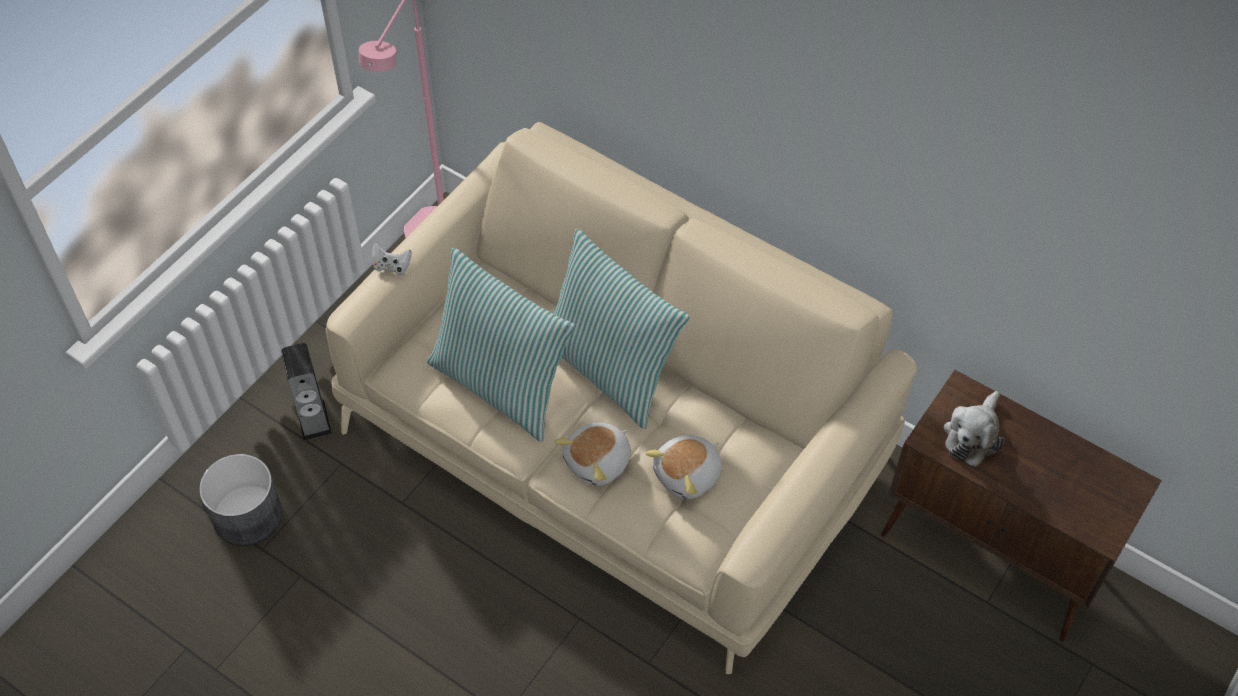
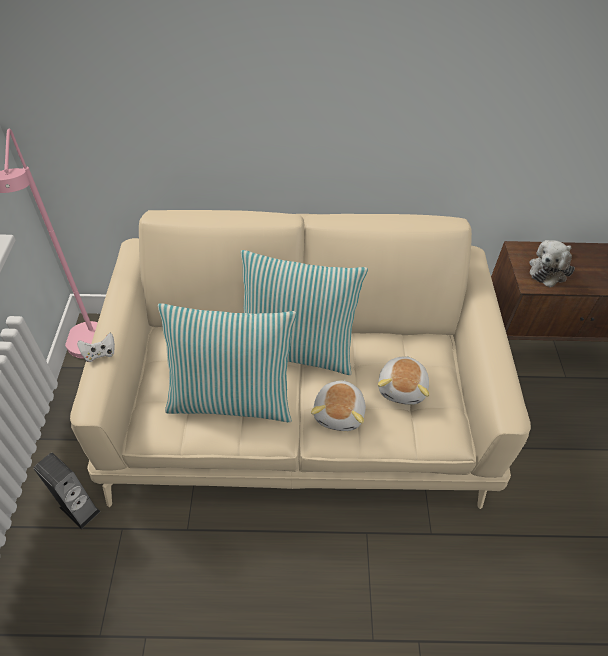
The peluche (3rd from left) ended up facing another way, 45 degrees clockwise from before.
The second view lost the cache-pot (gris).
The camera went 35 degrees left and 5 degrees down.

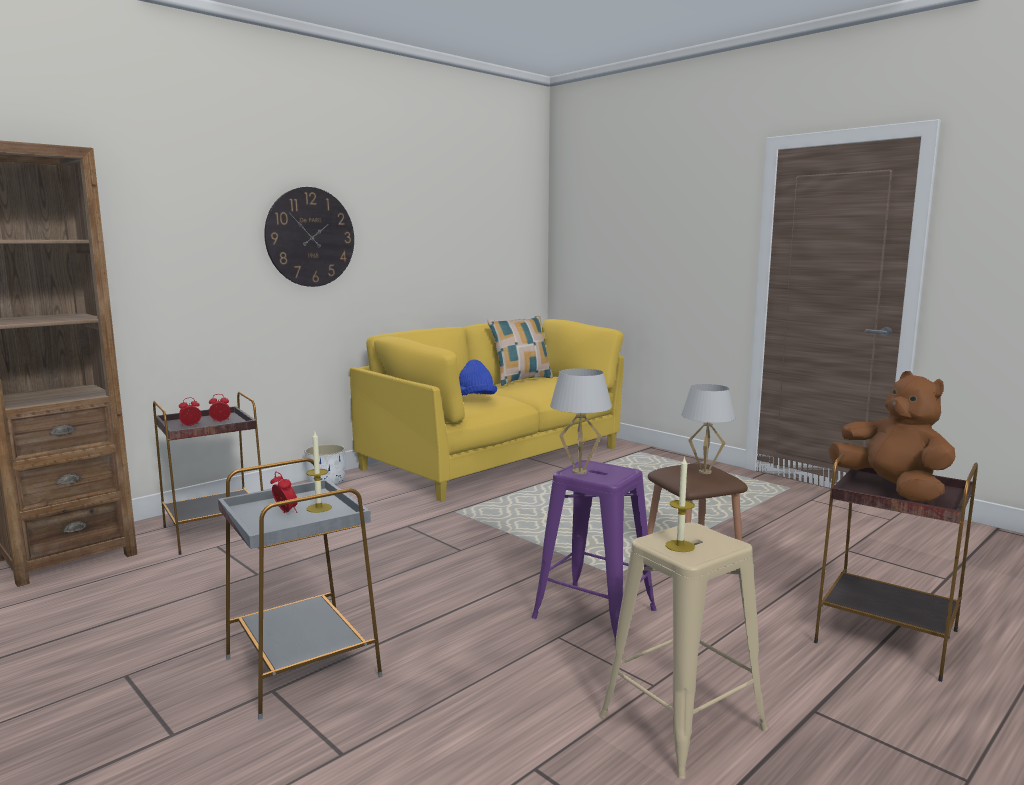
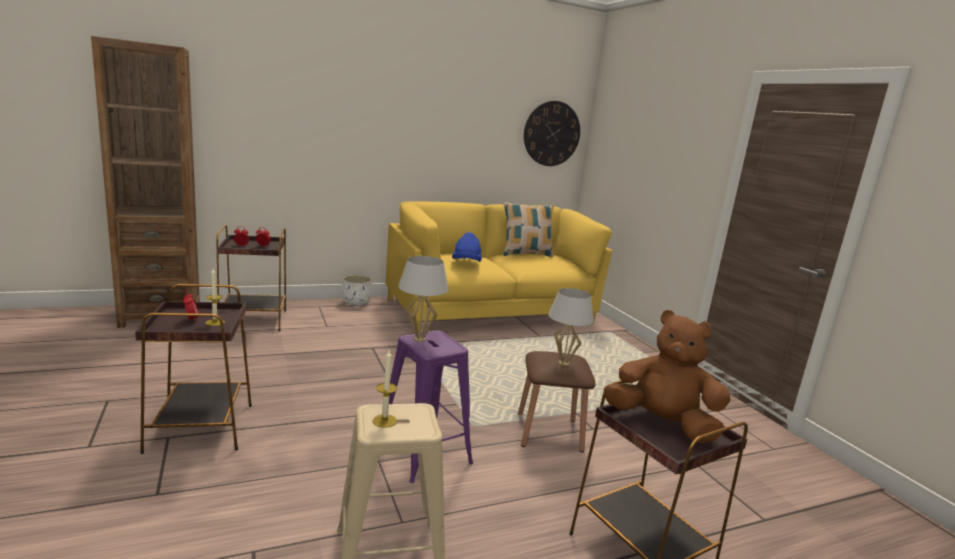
What was the table d'appoint (gris) turned into the table d'appoint (marron) (1st from left).
The horloge murale ended up elsewhere.
The peluche (marron) ended up facing another way, 60 degrees counterclockwise from before.
The camera went 20 degrees right and 5 degrees up.

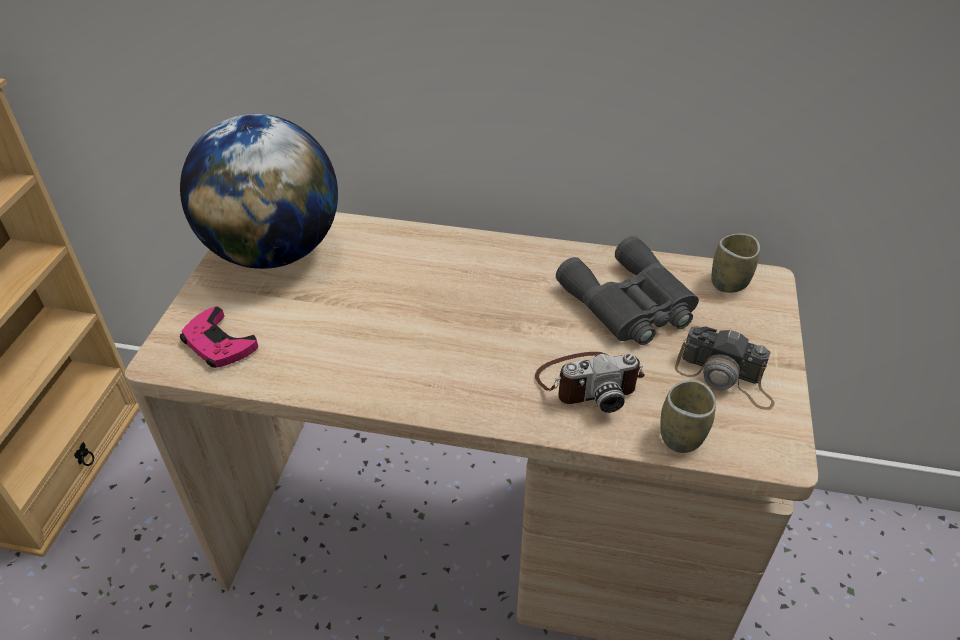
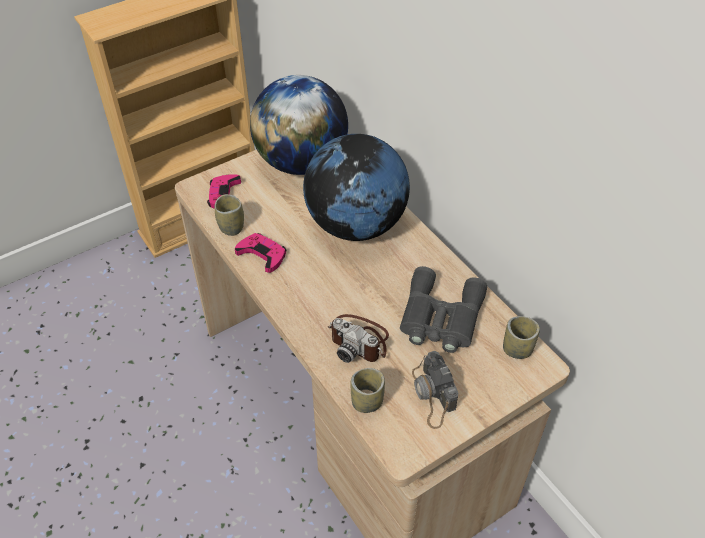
The second view gained the tasse (1st from left).
The second view gained the manette (rose) (2nd from left).
The second view gained the globe (2nd from left).
The camera went 45 degrees right and 5 degrees up.

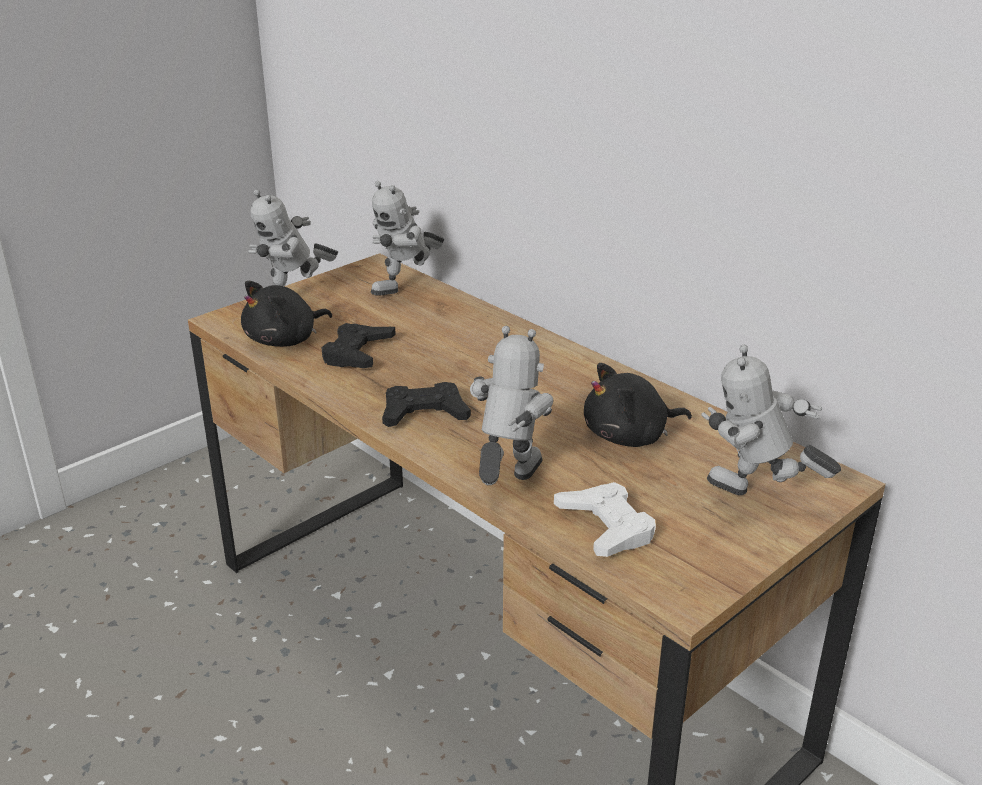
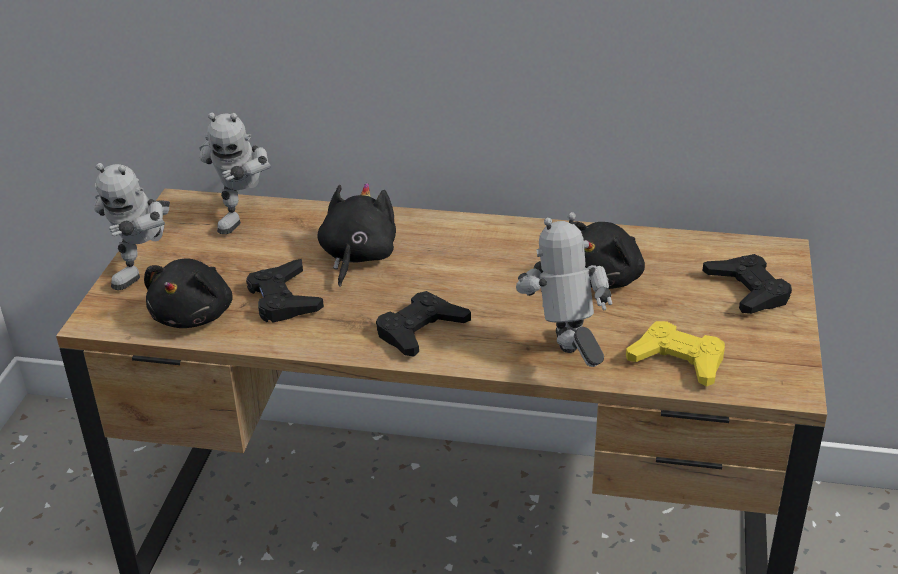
The second view gained the peluche (noir) (2nd from left).
What was the manette (blanc) turned into the manette (jaune).
Where the robot jouet (4th from left) stood, the manette (noir) (3rd from left) came to stand.
The camera went 35 degrees left and 5 degrees up.

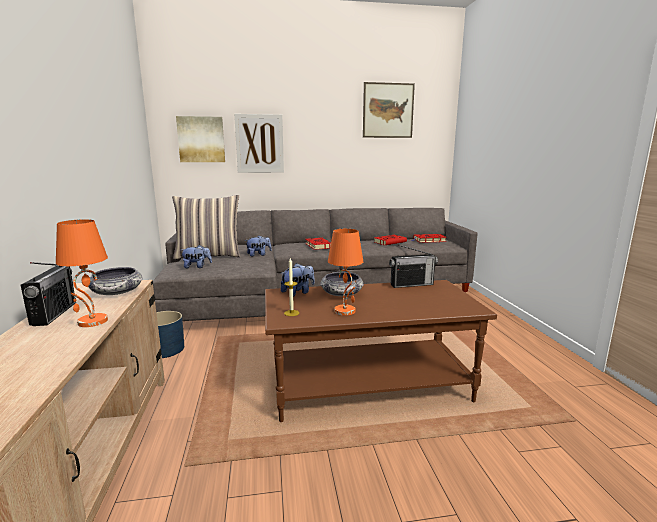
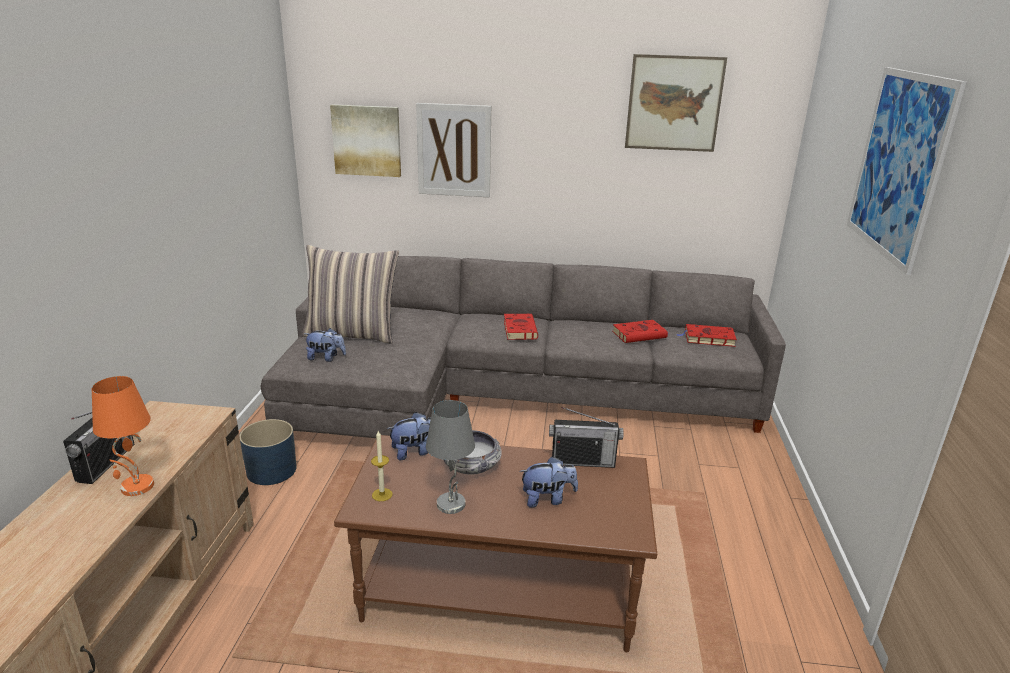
What was the lampe de table (orange) (2nd from left) turned into the lampe de table (gris).
The peluche (2nd from left in the first image) ended up elsewhere.
The second view gained the tableau (4th from left).
The second view lost the bol (1st from left).
The camera went 15 degrees right and 10 degrees up.

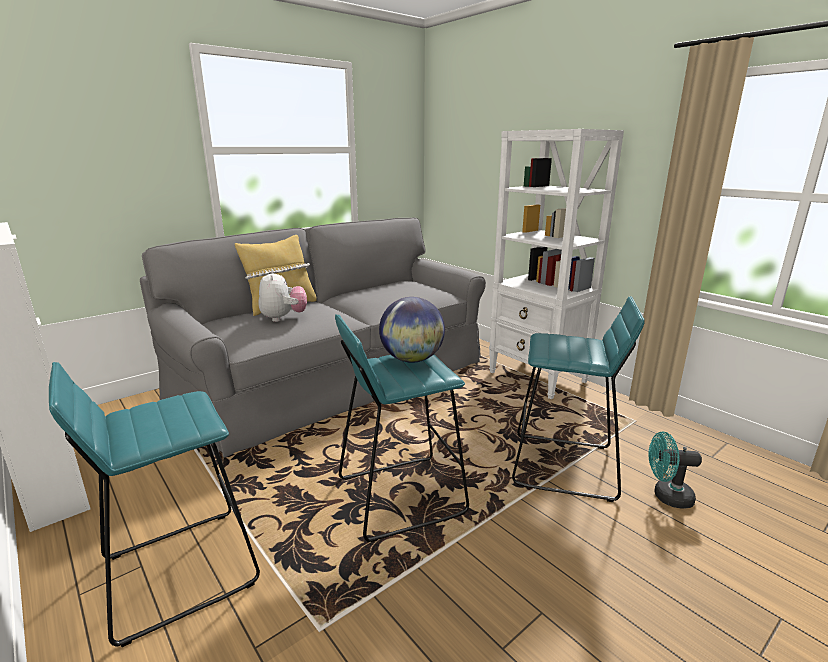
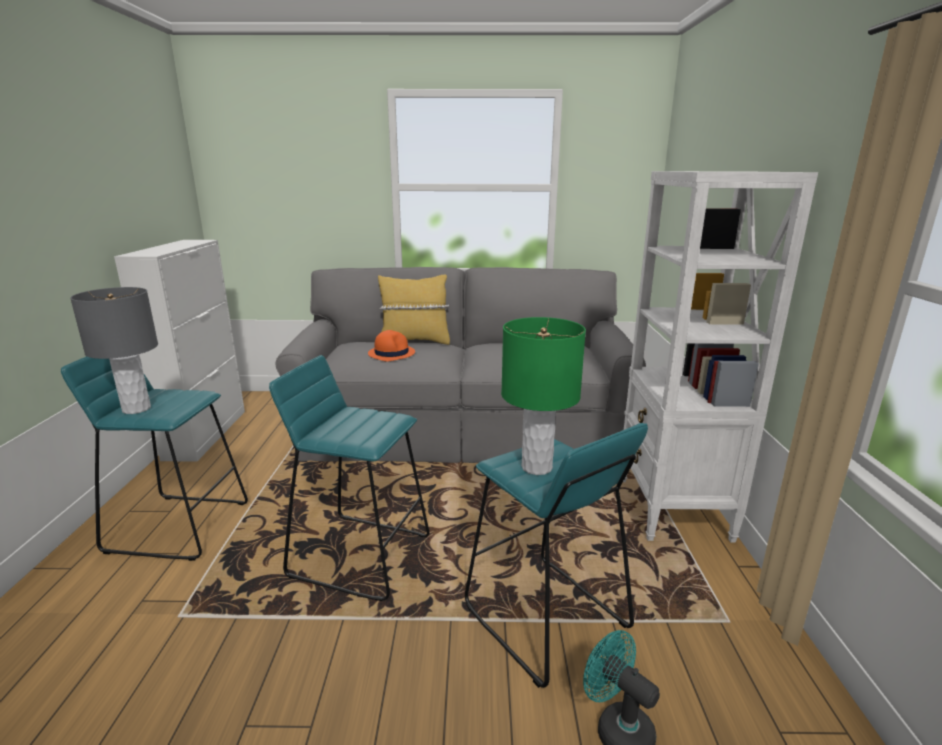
The second view gained the lampe de table (gris).
Where the peluche stood, the chapeau (orange) came to stand.
The second view gained the lampe de table (vert).
The second view lost the globe.
The camera went 40 degrees right and 0 degrees up.

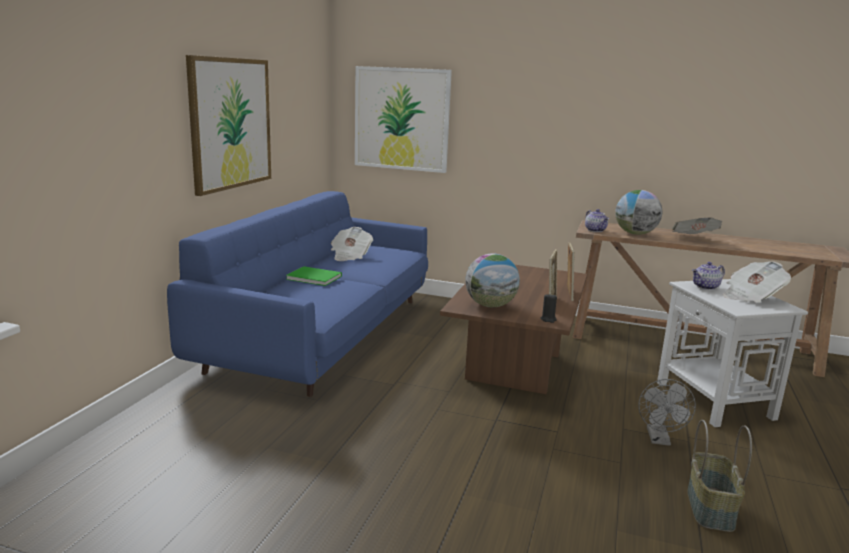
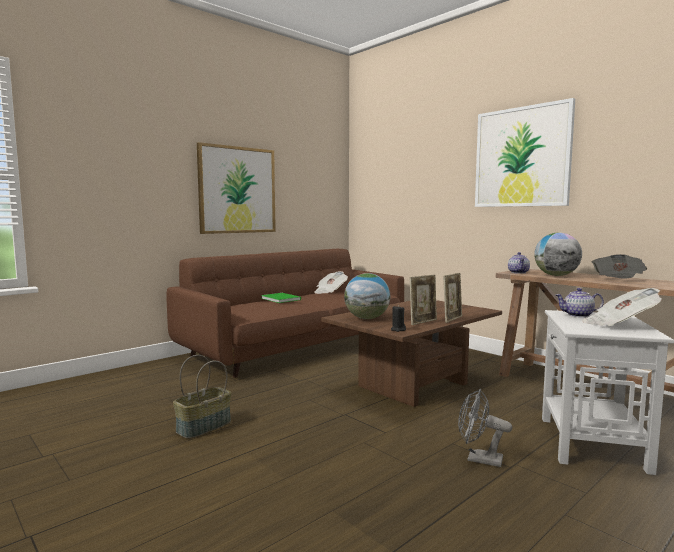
What was the canapé (bleu) turned into the canapé (marron).
The panier ended up elsewhere.
The ventilateur (gris) ended up facing another way, 75 degrees clockwise from before.
The tableau (2nd from left) ended up elsewhere.
The camera went 30 degrees right and 10 degrees down.

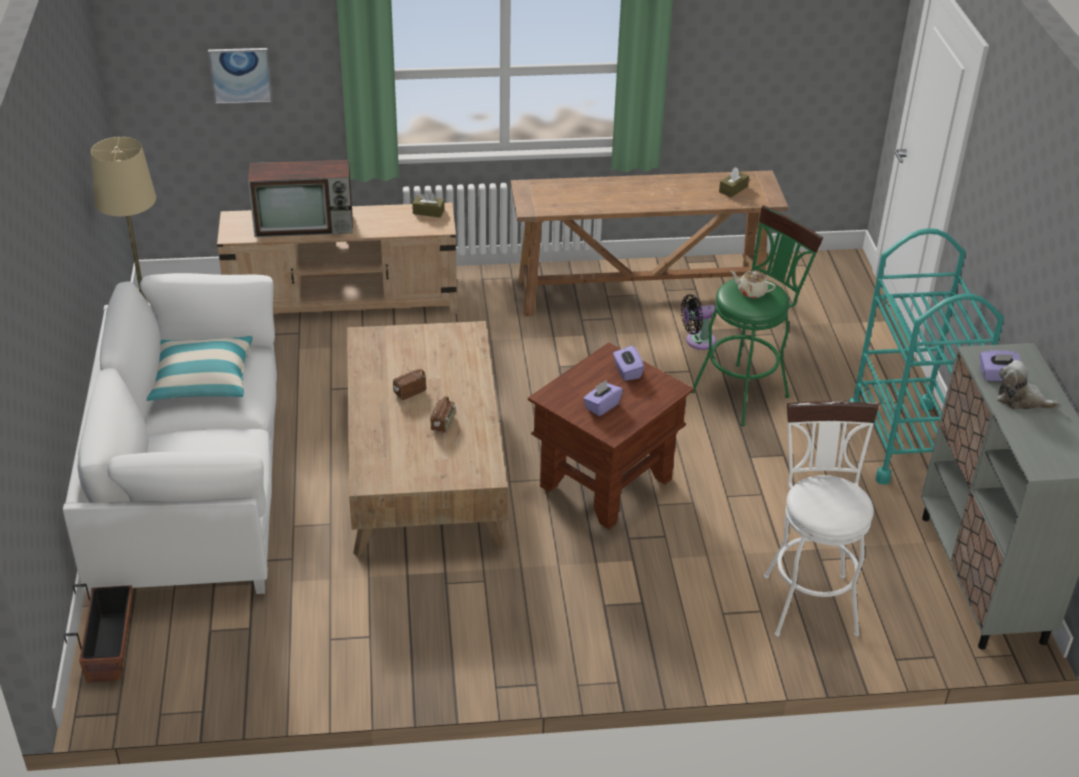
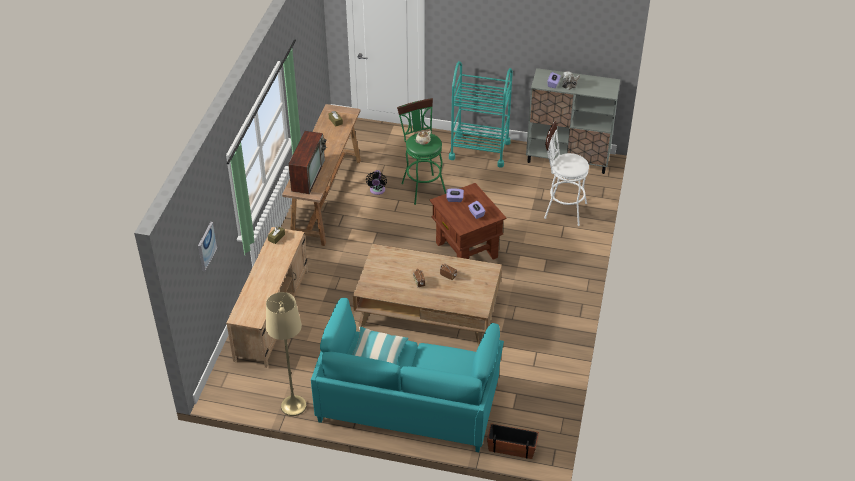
The téléviseur ended up elsewhere.
What was the canapé (blanc) turned into the canapé (turquoise).
The camera went 70 degrees left and 5 degrees up.

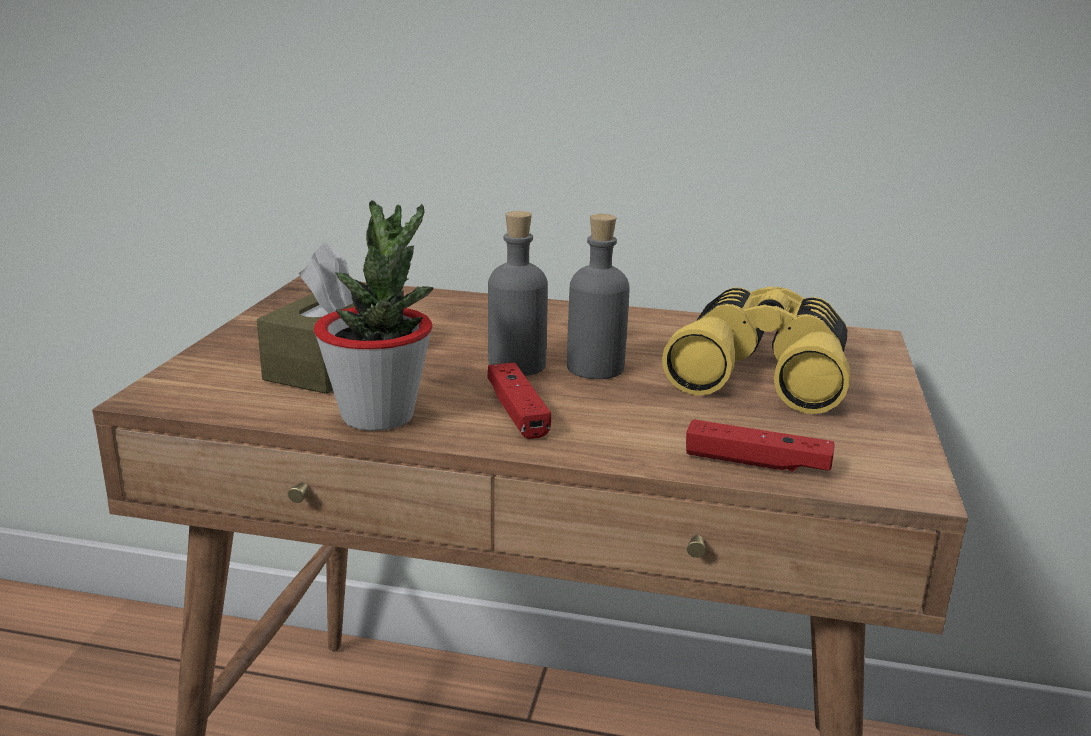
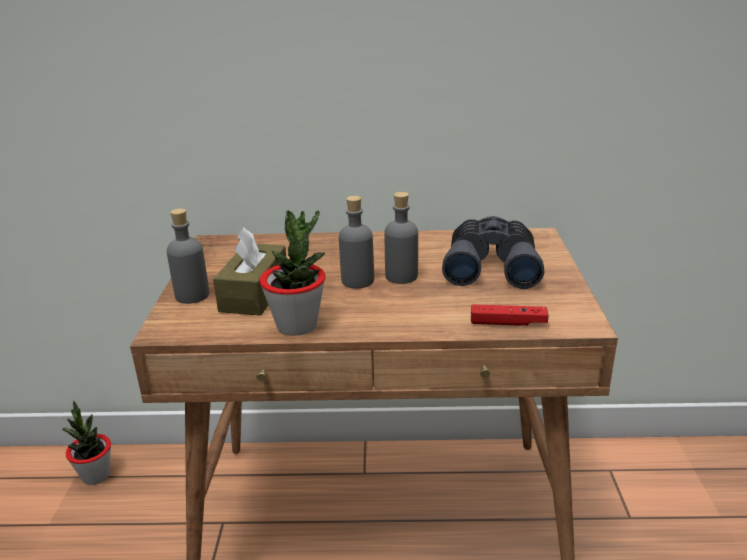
The second view gained the plante en pot (1st from left).
The second view gained the bouteille (gris) (1st from left).
What was the jumelles (jaune) turned into the jumelles (gris).
The second view lost the manette (rouge) (1st from left).
The camera went 10 degrees left and 5 degrees up.

